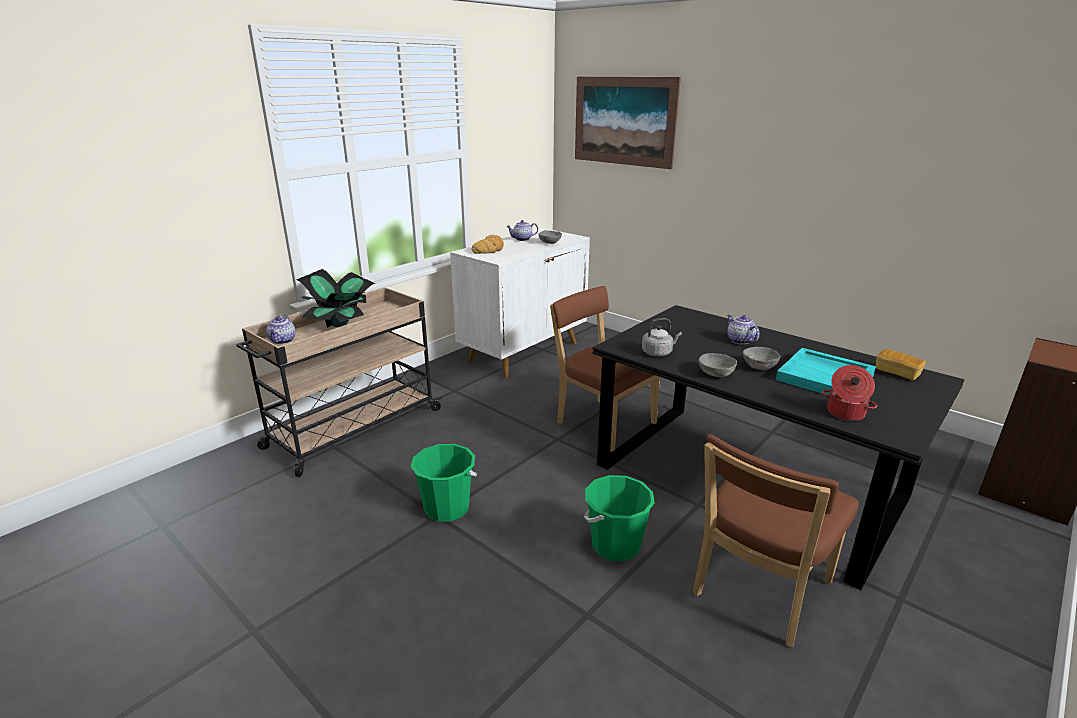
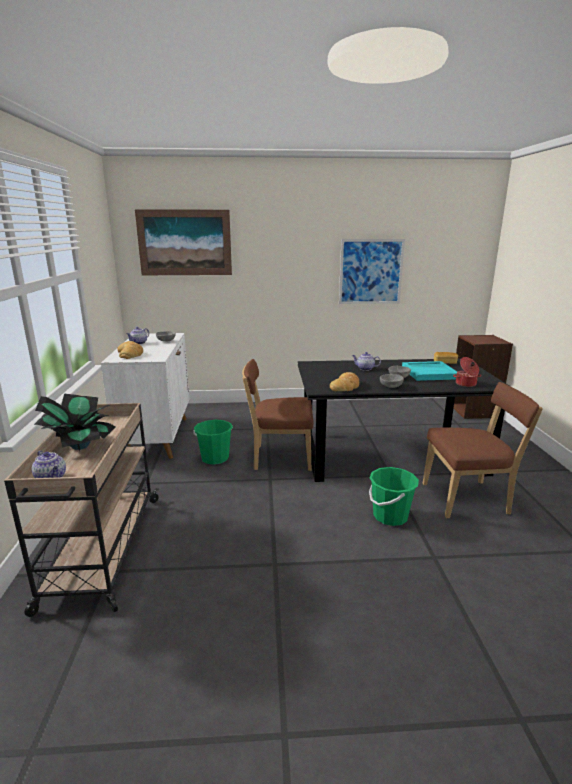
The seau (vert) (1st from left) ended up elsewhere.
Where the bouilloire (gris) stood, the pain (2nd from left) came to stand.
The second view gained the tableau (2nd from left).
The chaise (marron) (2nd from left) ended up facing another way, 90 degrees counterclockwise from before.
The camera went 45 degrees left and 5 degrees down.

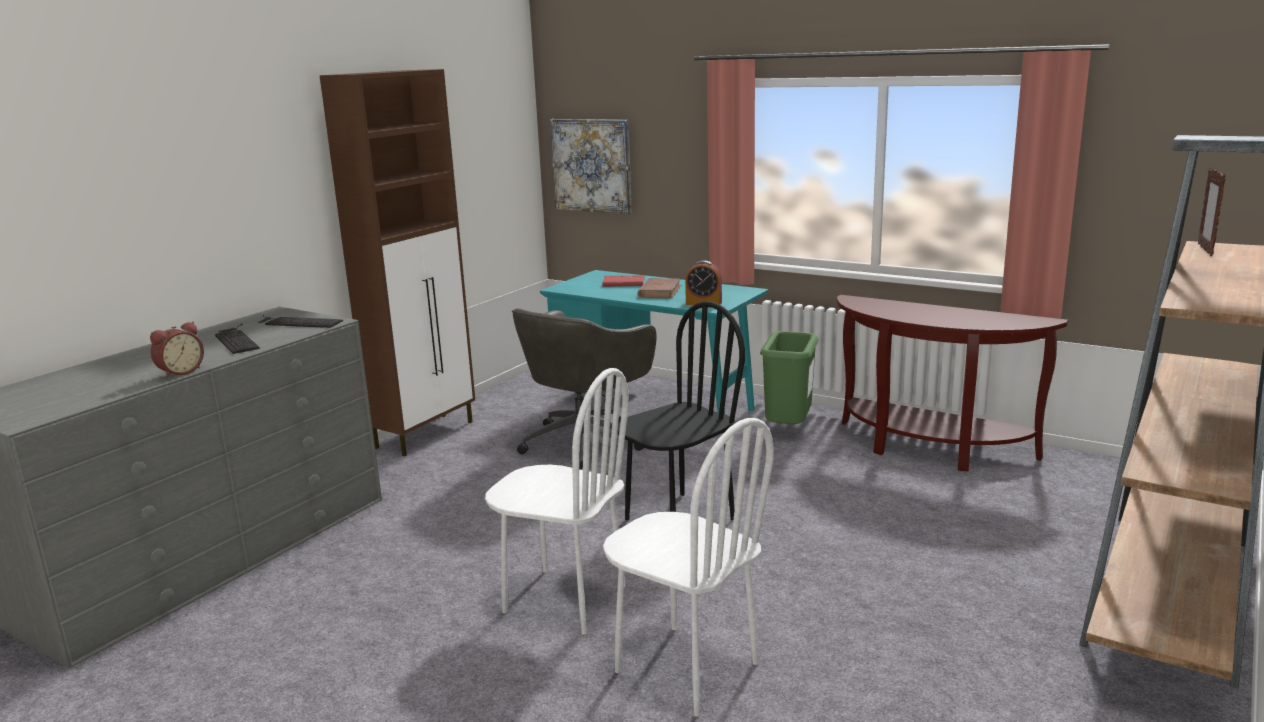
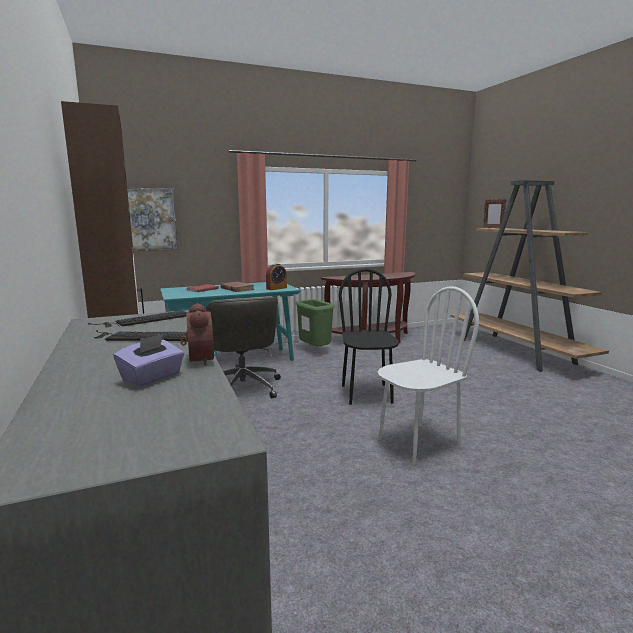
The second view gained the boîte à mouchoirs (violet).
The second view lost the chaise (blanc) (2nd from left).
The camera went 55 degrees left and 5 degrees down.

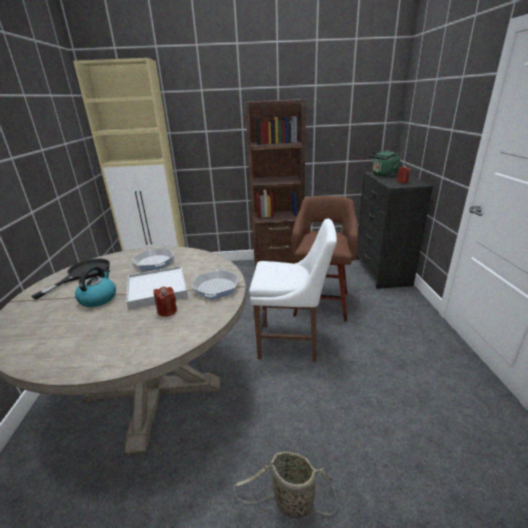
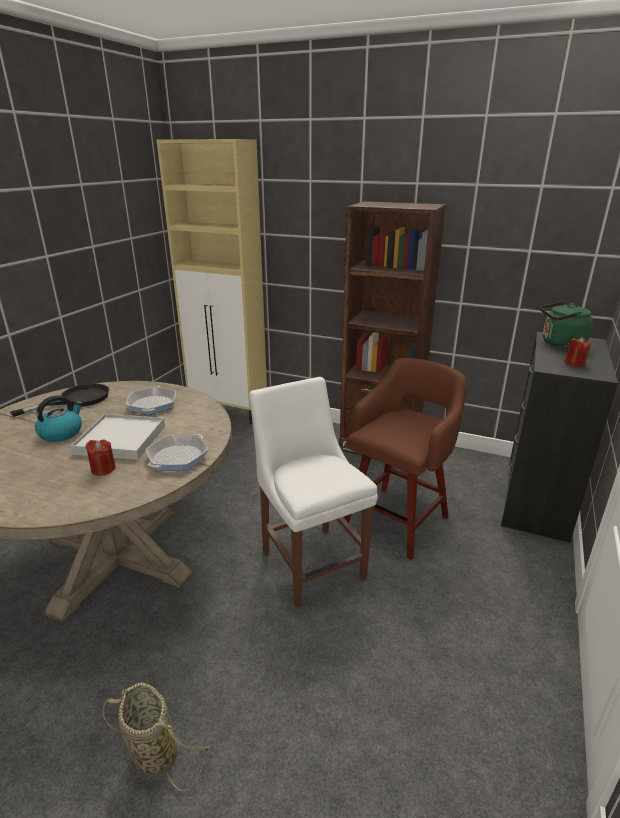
The chaise (blanc) ended up facing another way, 150 degrees counterclockwise from before.
The camera went 25 degrees right and 0 degrees up.

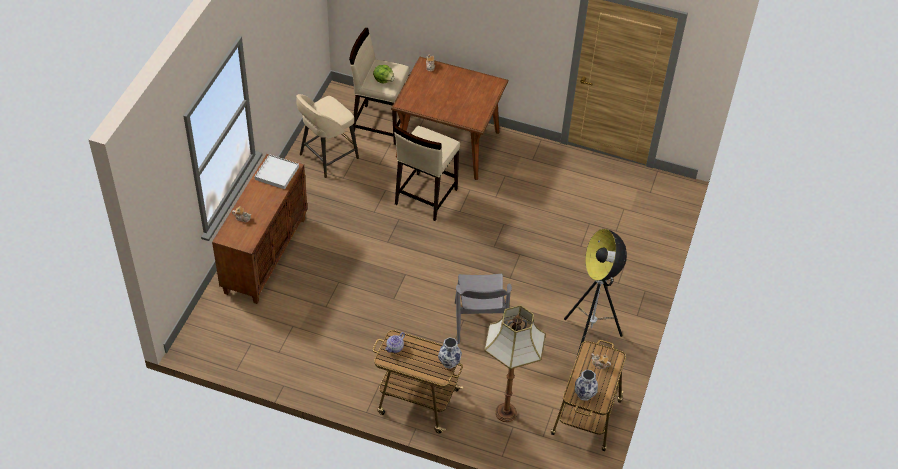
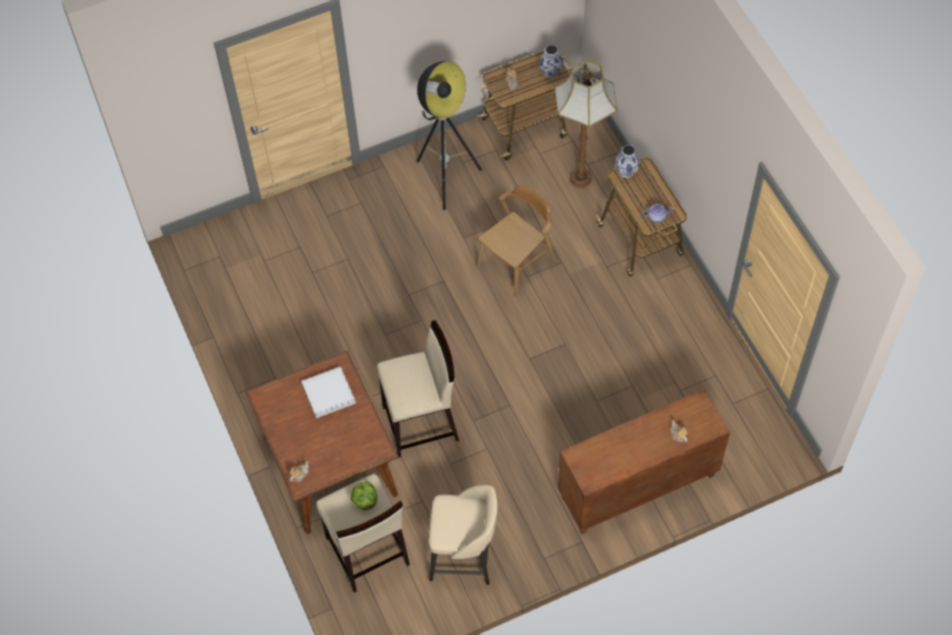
The plateau (blanc) ended up elsewhere.
What was the chaise (gris) turned into the chaise (marron).
The camera went 130 degrees left and 10 degrees up.

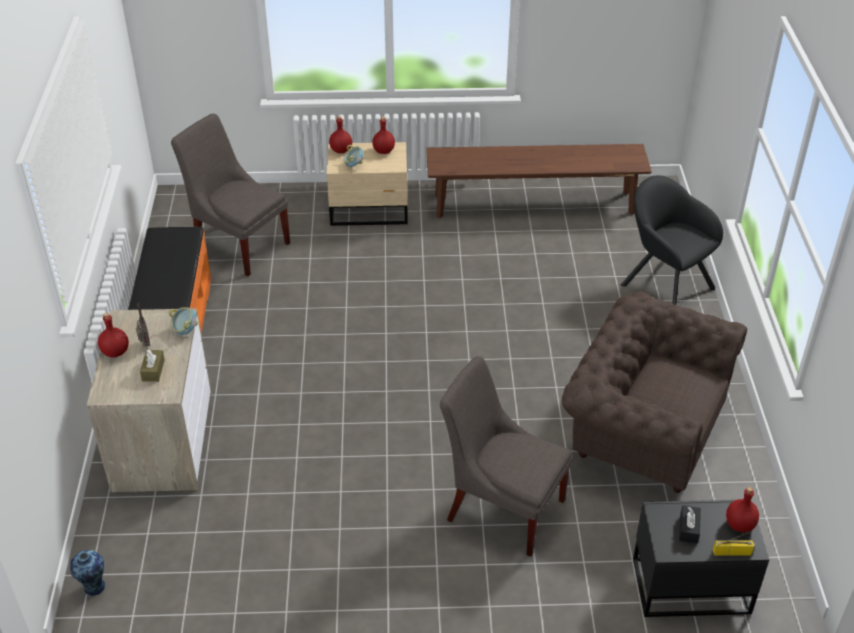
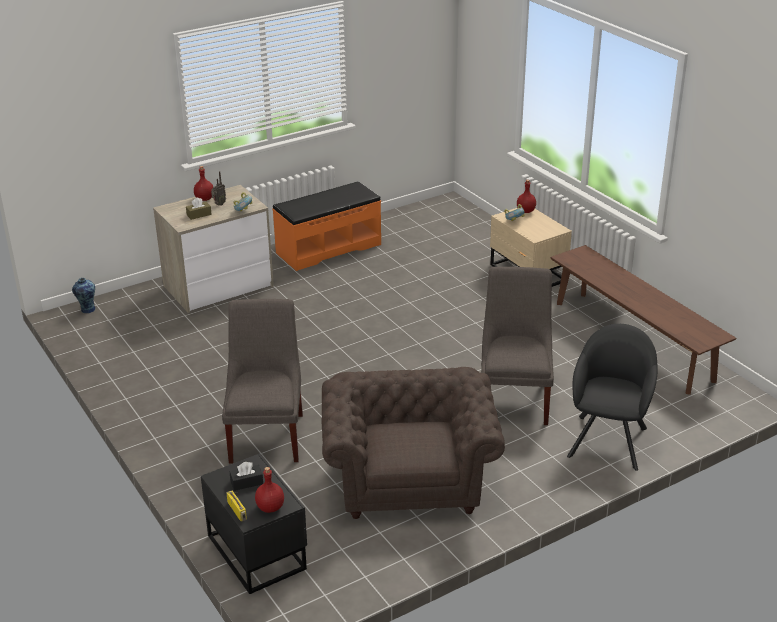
The chaise (gris) (1st from left in the first image) ended up elsewhere.
The second view lost the bouteille (rouge) (3rd from left).
The camera went 60 degrees right and 10 degrees down.

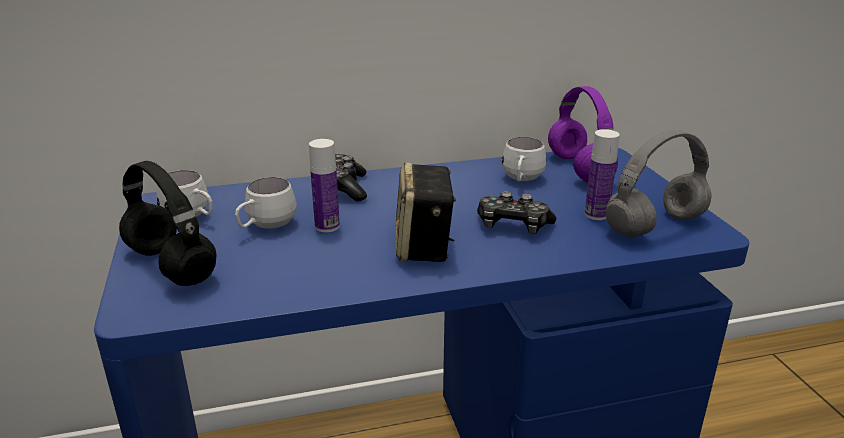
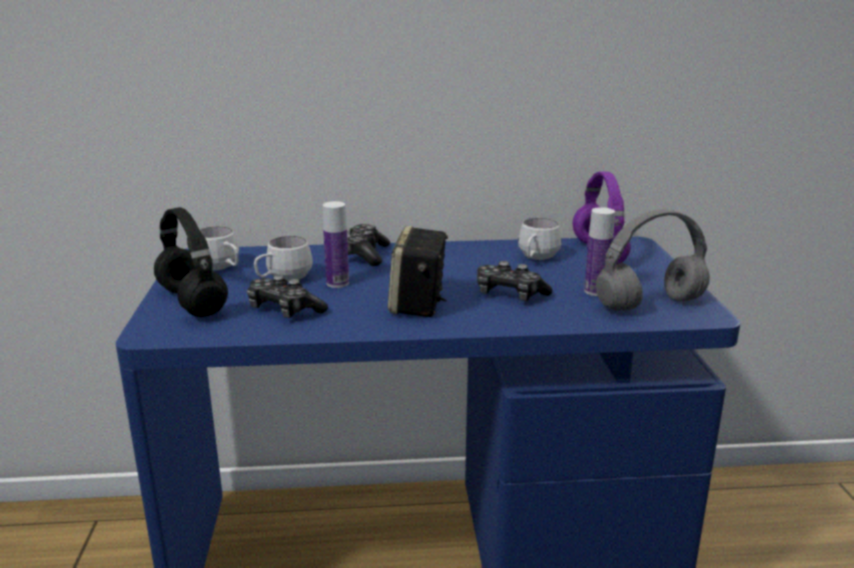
The second view gained the manette (1st from left).
The camera went 10 degrees right and 5 degrees down.

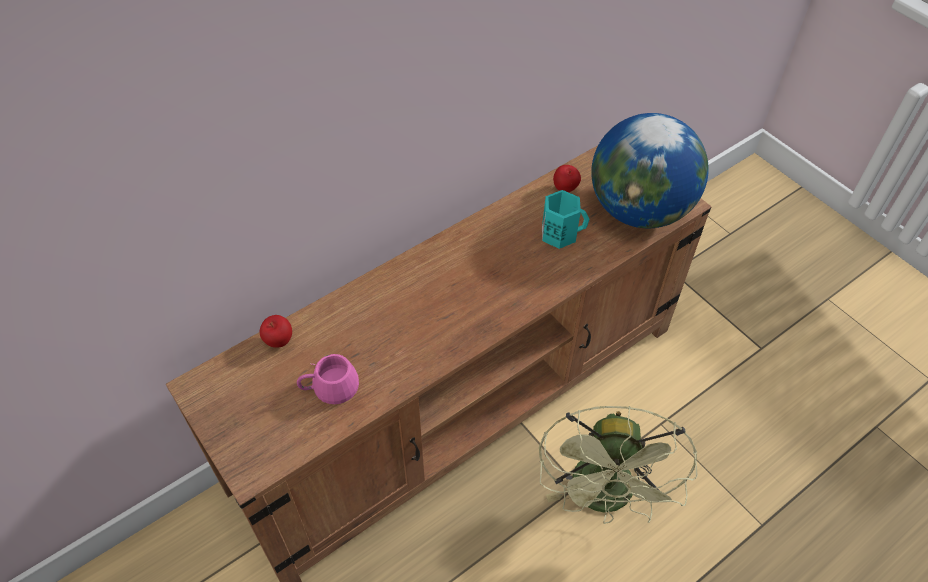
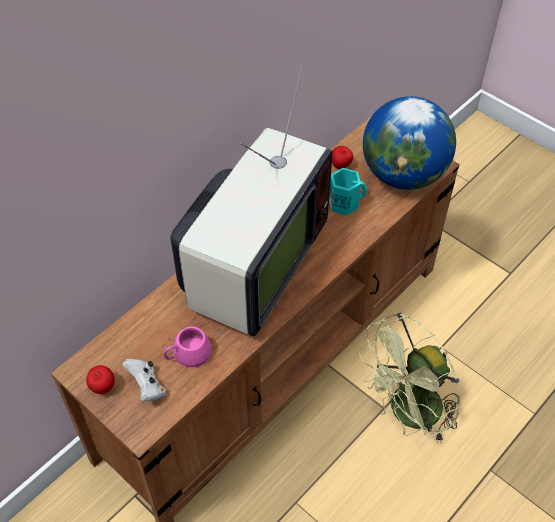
The pomme (1st from left) ended up elsewhere.
The second view gained the manette (blanc).
The second view gained the téléviseur.
The ventilateur (vert) ended up facing another way, 60 degrees clockwise from before.
The camera went 10 degrees left and 0 degrees up.

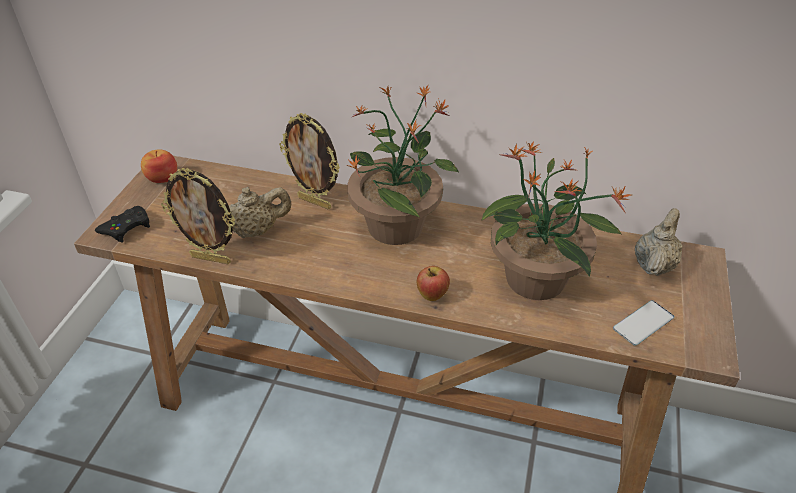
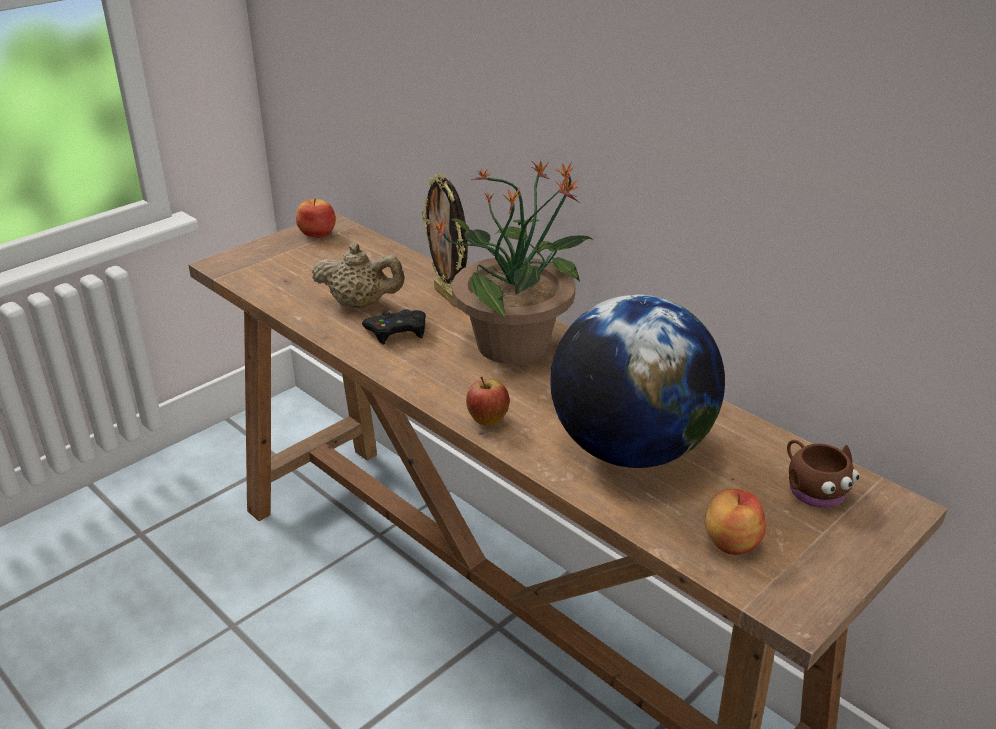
The manette (noir) ended up elsewhere.
Where the plante en pot (2nd from left) stood, the globe came to stand.
Where the téléphone stood, the pomme (3rd from left) came to stand.
Where the théière (beige) (2nd from left) stood, the mug (marron) came to stand.
The second view lost the cadre photo (1st from left).
The camera went 30 degrees right and 10 degrees down.

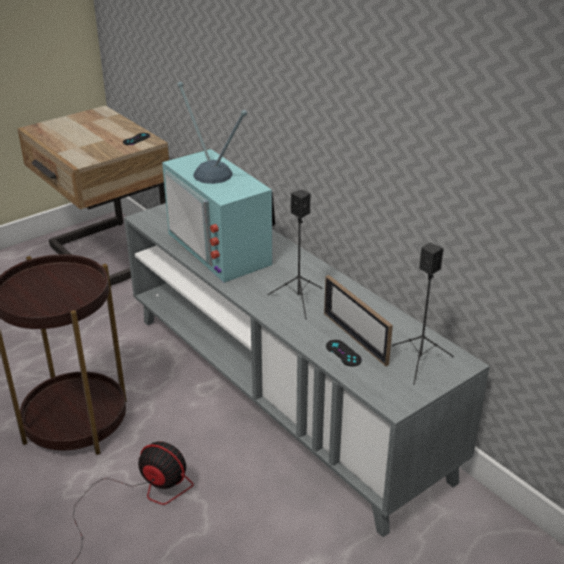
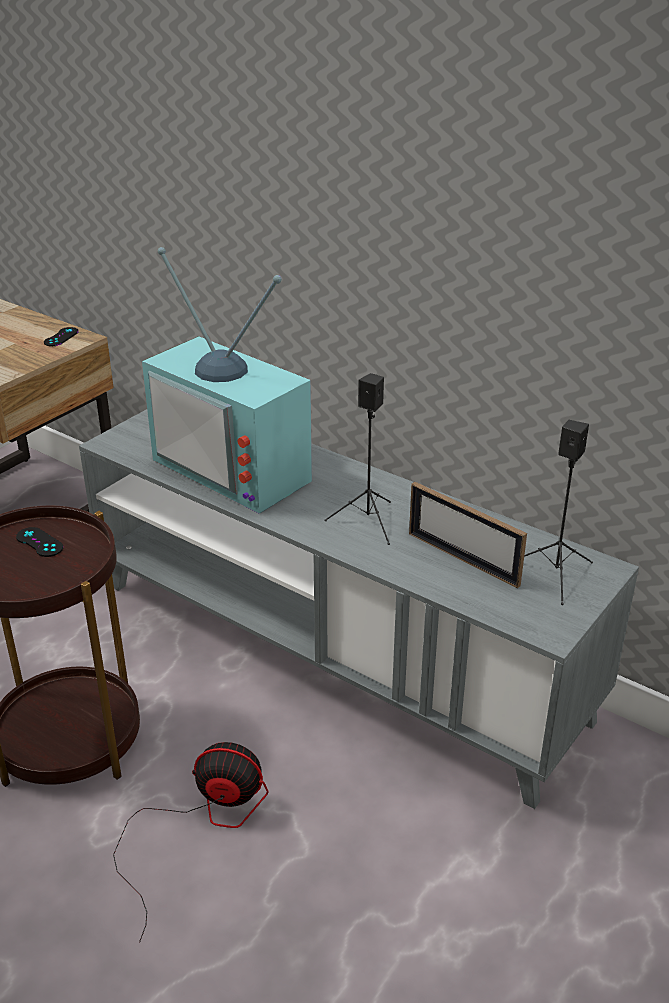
The manette (noir) (2nd from left in the first image) ended up elsewhere.
The camera went 15 degrees left and 0 degrees up.

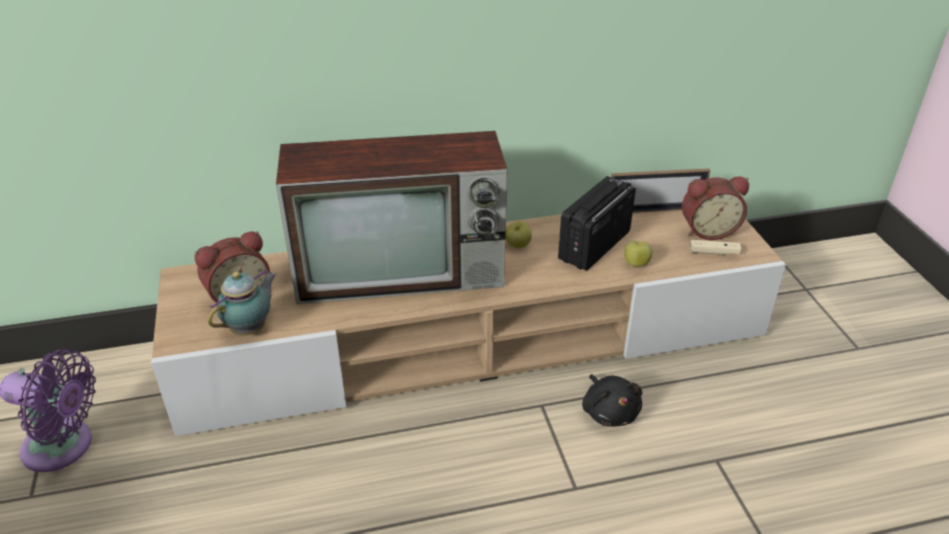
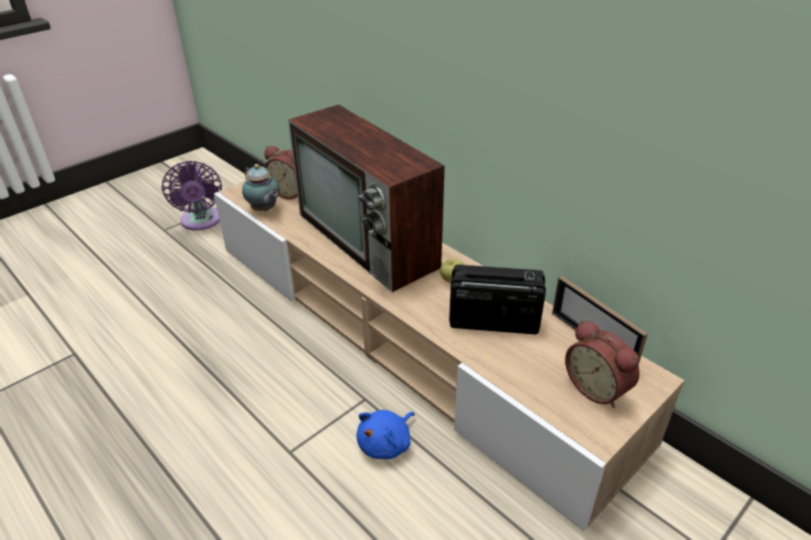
The théière ended up facing another way, 45 degrees clockwise from before.
What was the peluche (noir) turned into the peluche (bleu).
The second view lost the pomme (2nd from left).
The second view lost the manette (beige).
The camera went 60 degrees right and 0 degrees up.

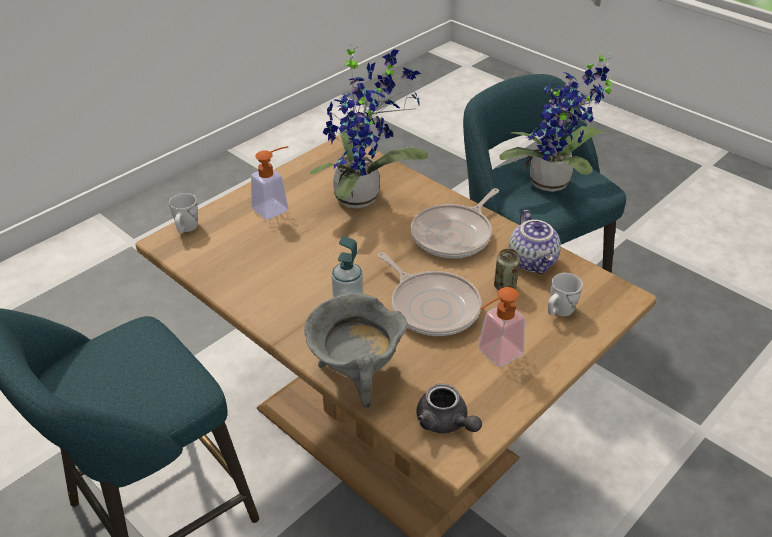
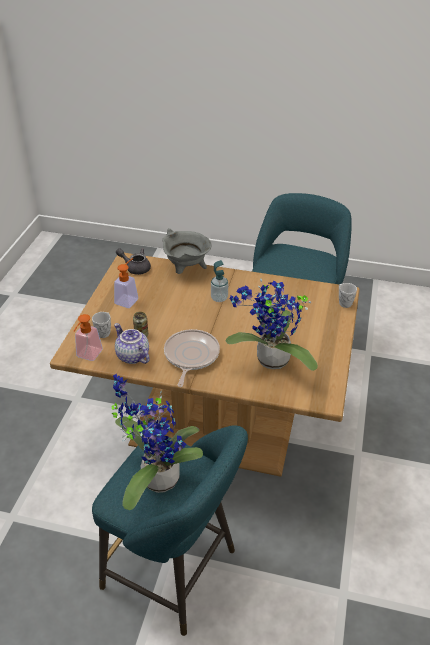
The distributeur de savon (1st from left) ended up elsewhere.
The second view lost the poêle (1st from left).
The camera went 150 degrees right and 0 degrees up.

